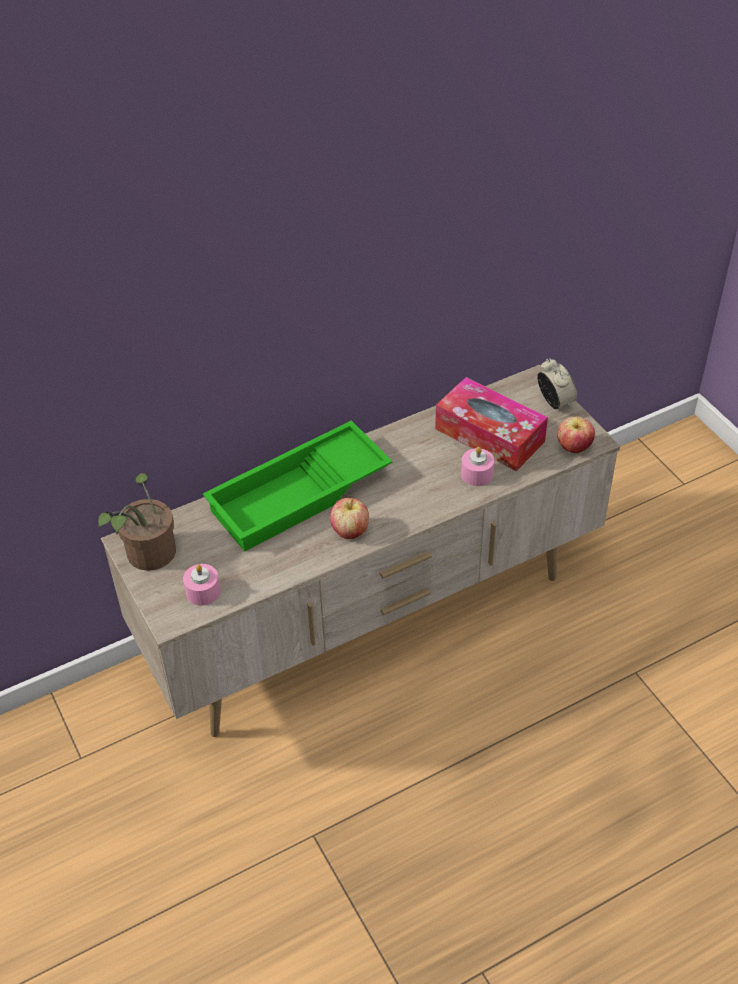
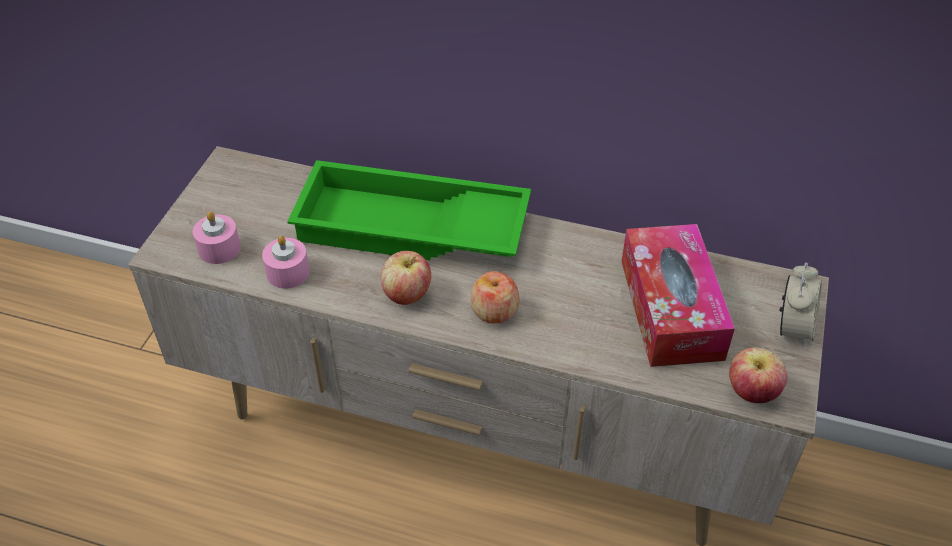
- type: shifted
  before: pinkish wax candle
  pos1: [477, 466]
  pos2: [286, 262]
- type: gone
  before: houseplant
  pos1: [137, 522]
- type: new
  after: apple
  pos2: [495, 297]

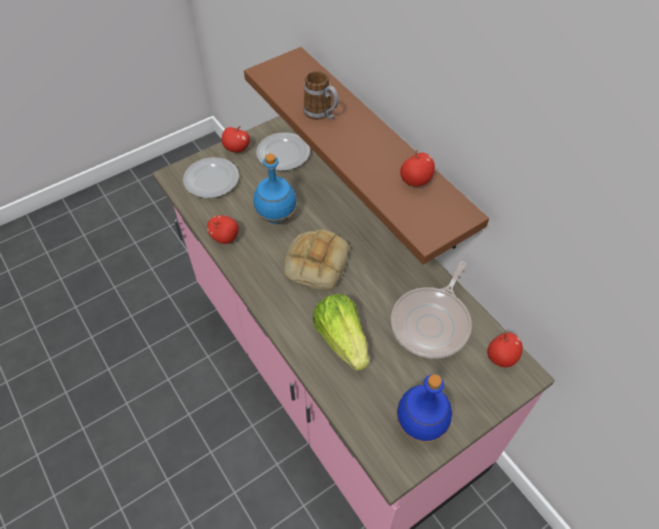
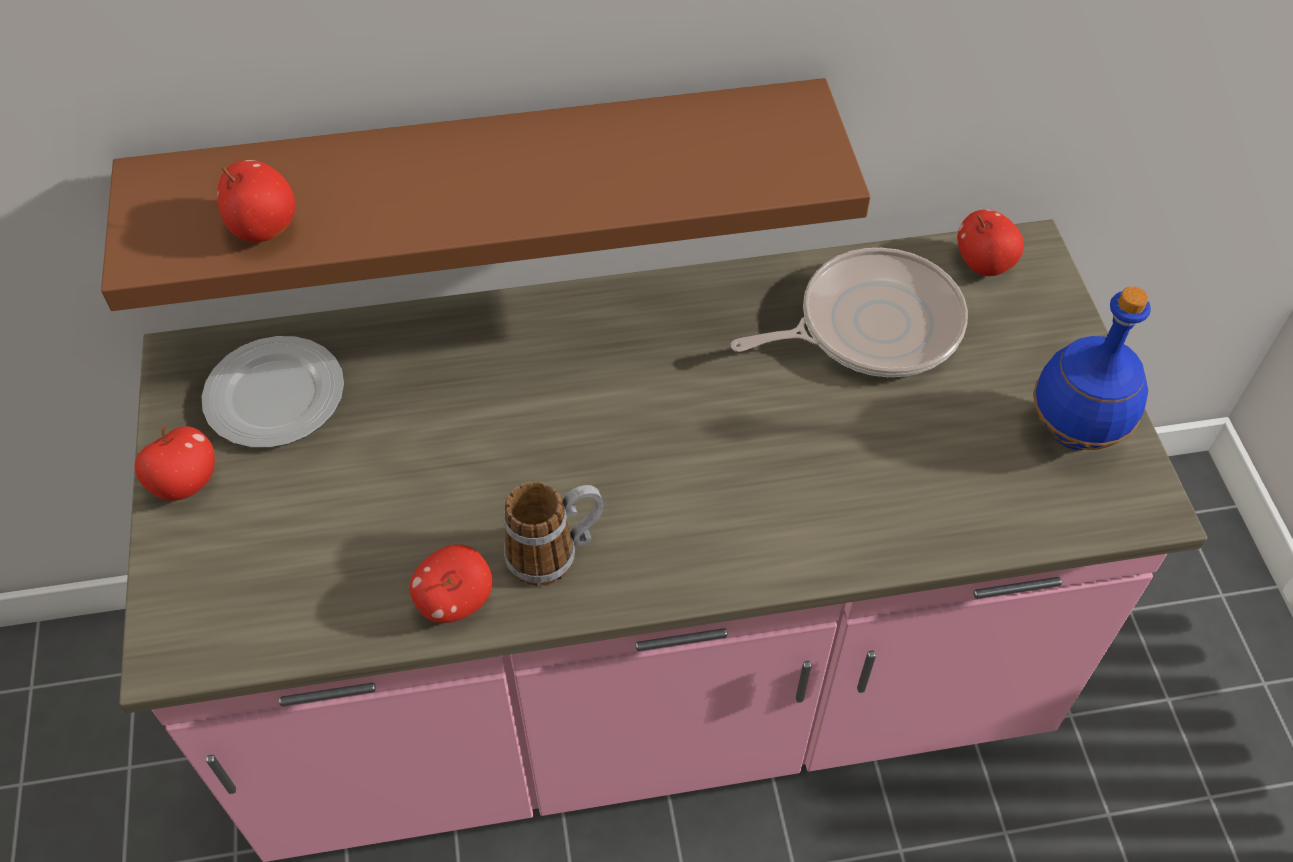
- type: shifted
  before: mug
  pos1: [321, 95]
  pos2: [554, 533]
- type: shifted
  before: apple
  pos1: [417, 168]
  pos2: [256, 201]
- type: gone
  before: blue bottle
  pos1: [275, 188]
- type: gone
  before: dinner plate
  pos1: [211, 177]
- type: gone
  before: bread
  pos1: [316, 260]
- type: rotated
  before: pan
  pos1: [431, 310]
  pos2: [849, 312]
  turn: -75
- type: gone
  before: head of lettuce
  pos1: [341, 332]

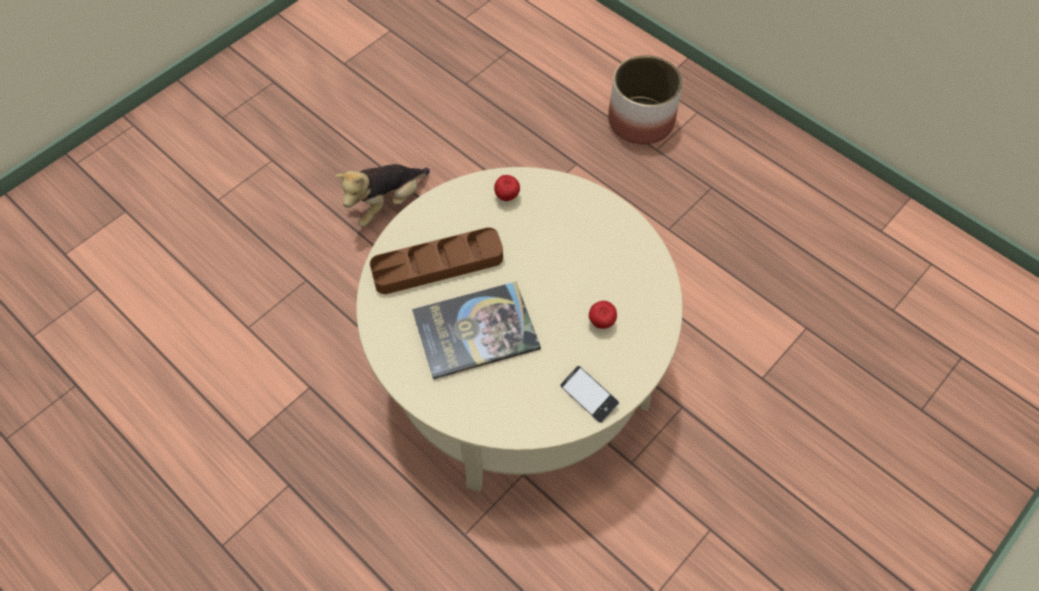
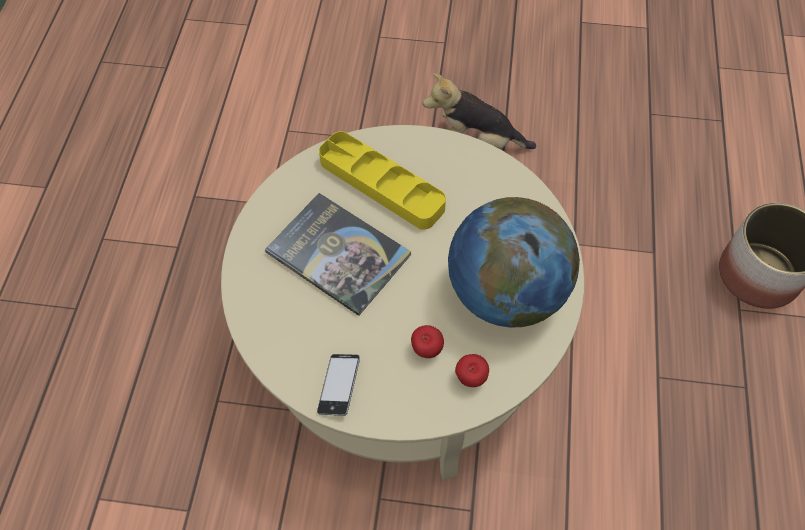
- type: shifted
  before: apple
  pos1: [507, 188]
  pos2: [472, 370]
- type: repainted
  before: brownish carrying tray
  after: yellow-coloured carrying tray
  pos1: [436, 260]
  pos2: [382, 180]
- type: new
  after: world globe
  pos2: [514, 262]

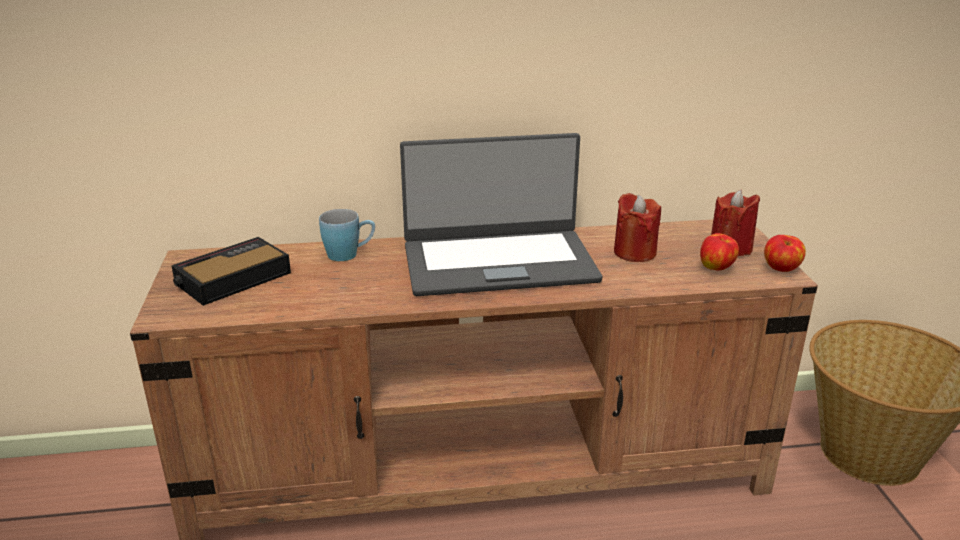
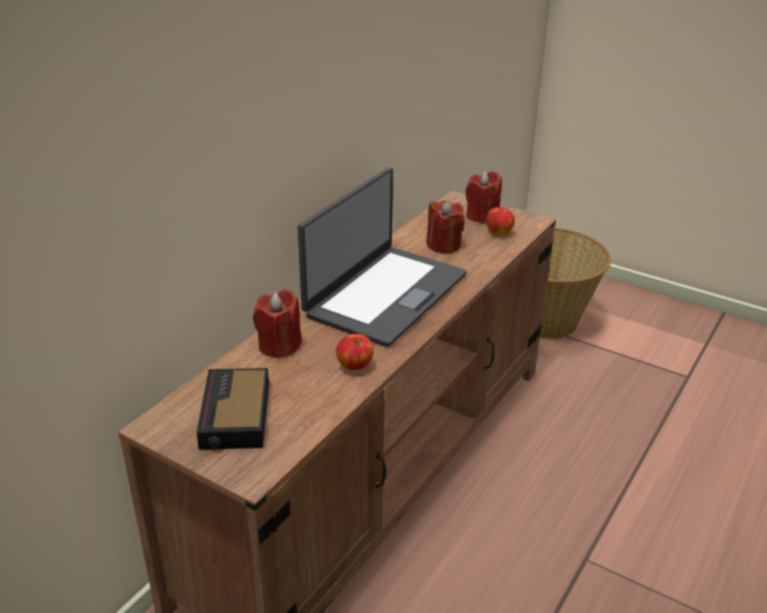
- type: swapped
  before: blue mug
  after: reddish wax candle
  pos1: [347, 235]
  pos2: [277, 323]
- type: shifted
  before: apple
  pos1: [785, 253]
  pos2: [355, 351]

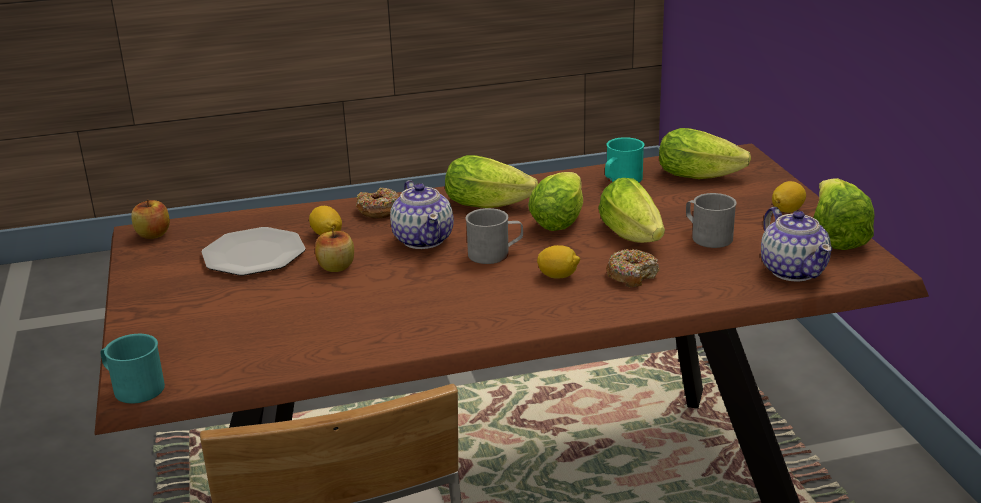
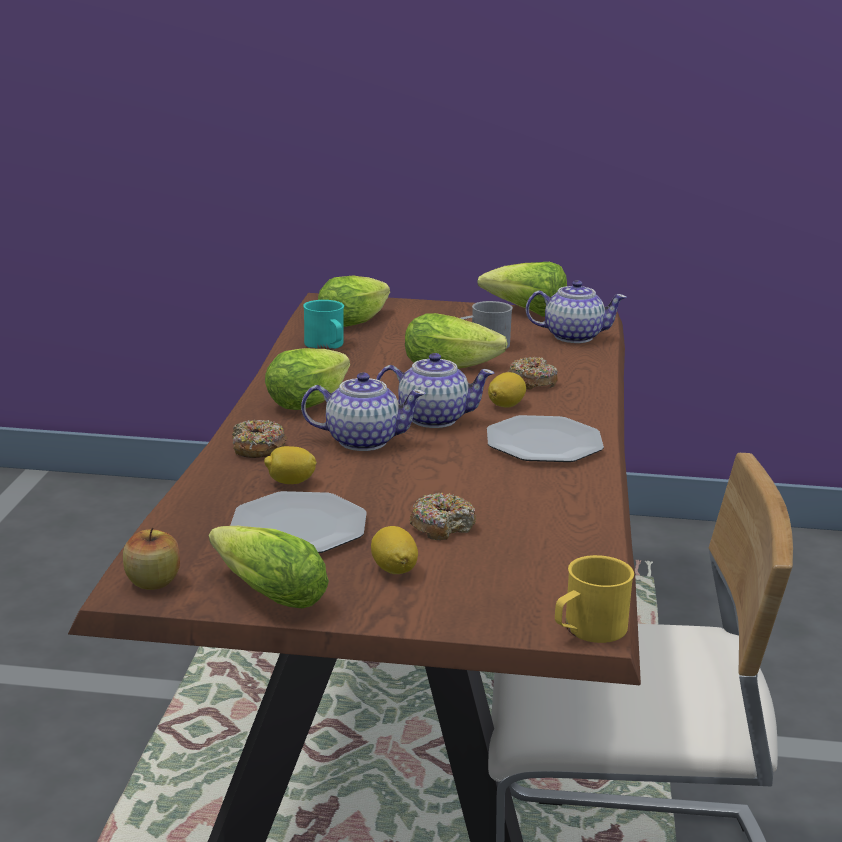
- type: shifted
  before: head of lettuce
  pos1: [555, 201]
  pos2: [269, 567]
- type: shifted
  before: lemon
  pos1: [789, 197]
  pos2: [394, 550]
- type: swapped
  before: greyish mug
  after: teapot
  pos1: [494, 236]
  pos2: [435, 390]
- type: gone
  before: apple
  pos1: [334, 250]
- type: repainted
  before: turquoise-coloured mug
  after: yellow-coloured mug
  pos1: [132, 369]
  pos2: [594, 599]
- type: new
  after: dinner plate
  pos2: [545, 438]
- type: new
  after: doughnut
  pos2: [443, 516]

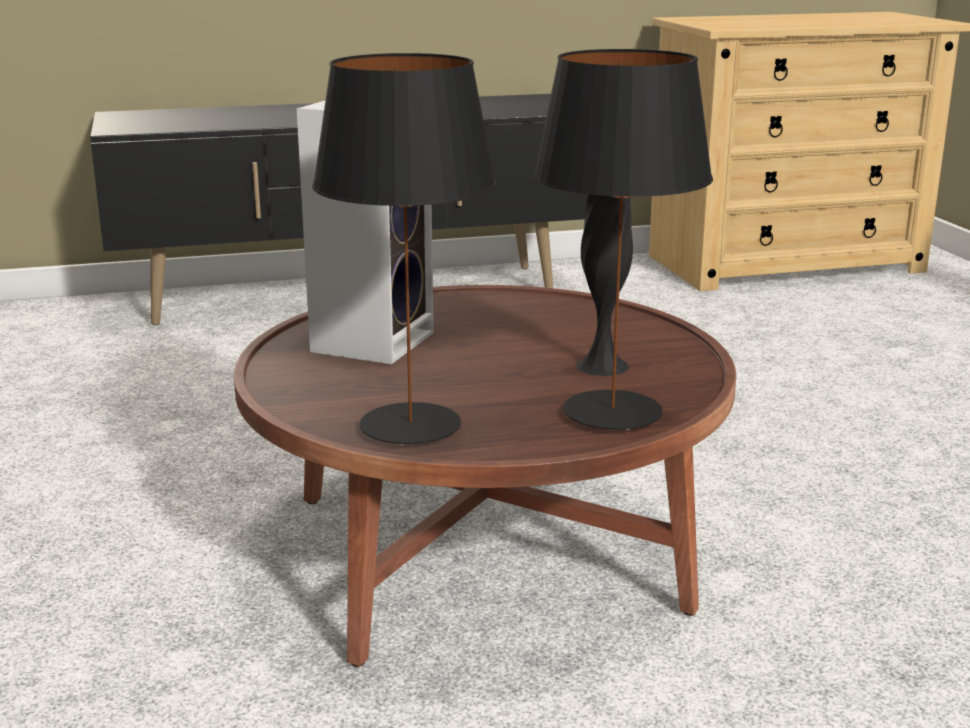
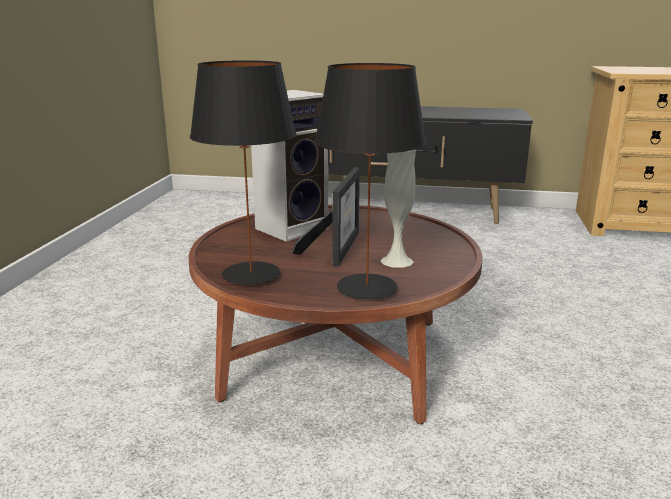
- type: repainted
  before: blackish decorative vase
  after: white decorative vase
  pos1: [604, 285]
  pos2: [398, 209]
- type: new
  after: standing frame
  pos2: [326, 217]

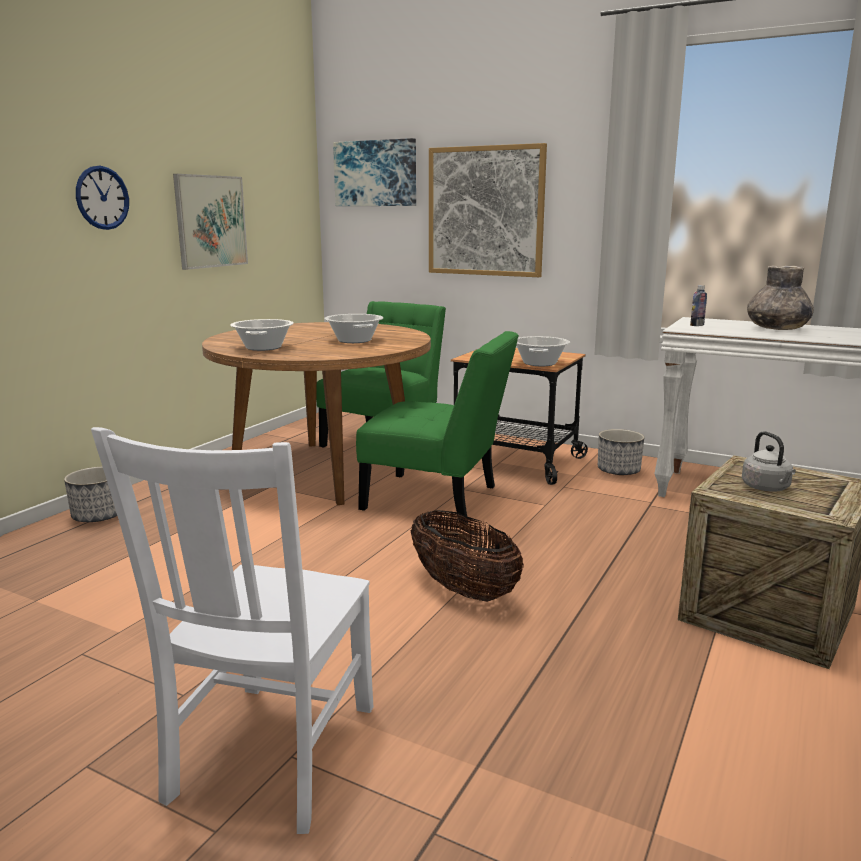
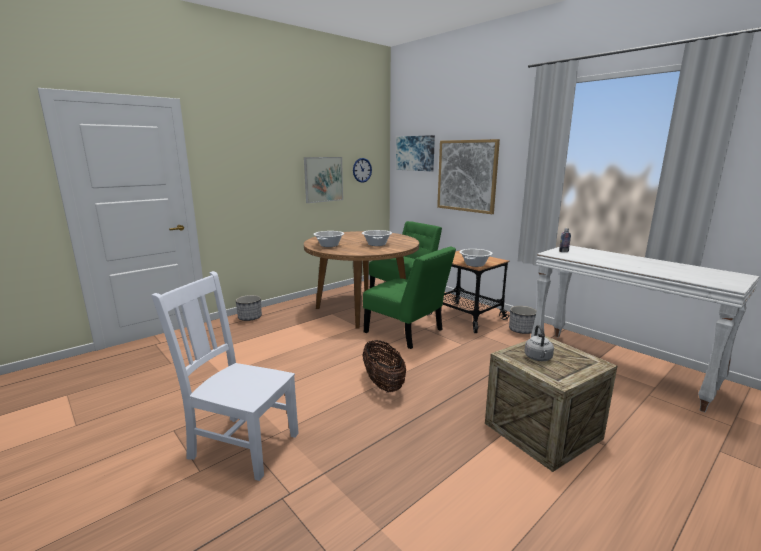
- type: shifted
  before: hanging clock
  pos1: [102, 198]
  pos2: [362, 170]
- type: gone
  before: greyish decorative vase
  pos1: [780, 298]
- type: rotated
  before: white chair
  pos1: [232, 630]
  pos2: [225, 376]
  turn: 75

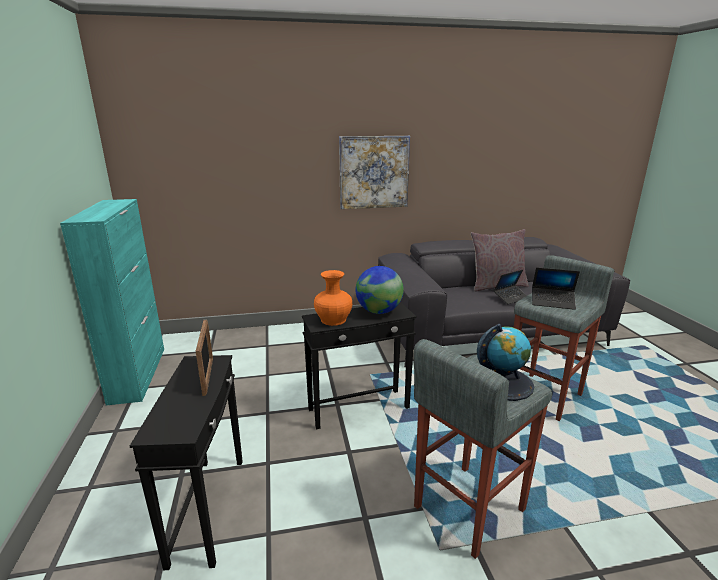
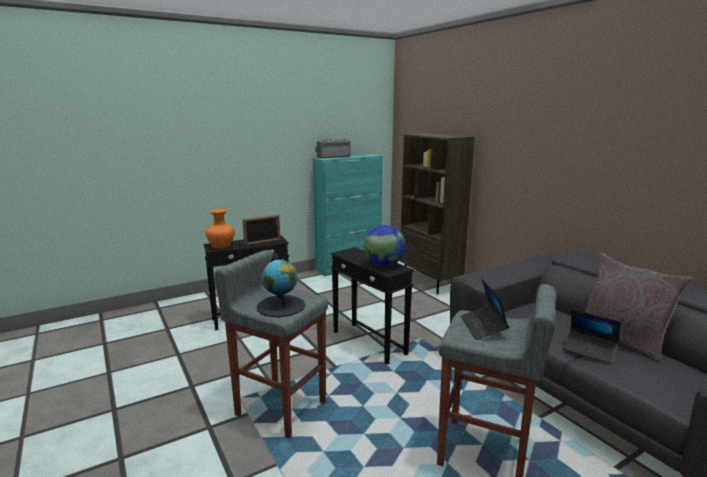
- type: gone
  before: picture
  pos1: [374, 172]
- type: shifted
  before: orange-coloured decorative vase
  pos1: [333, 298]
  pos2: [220, 229]
- type: new
  after: brownish bookcase
  pos2: [437, 213]
- type: new
  after: radio set
  pos2: [332, 148]

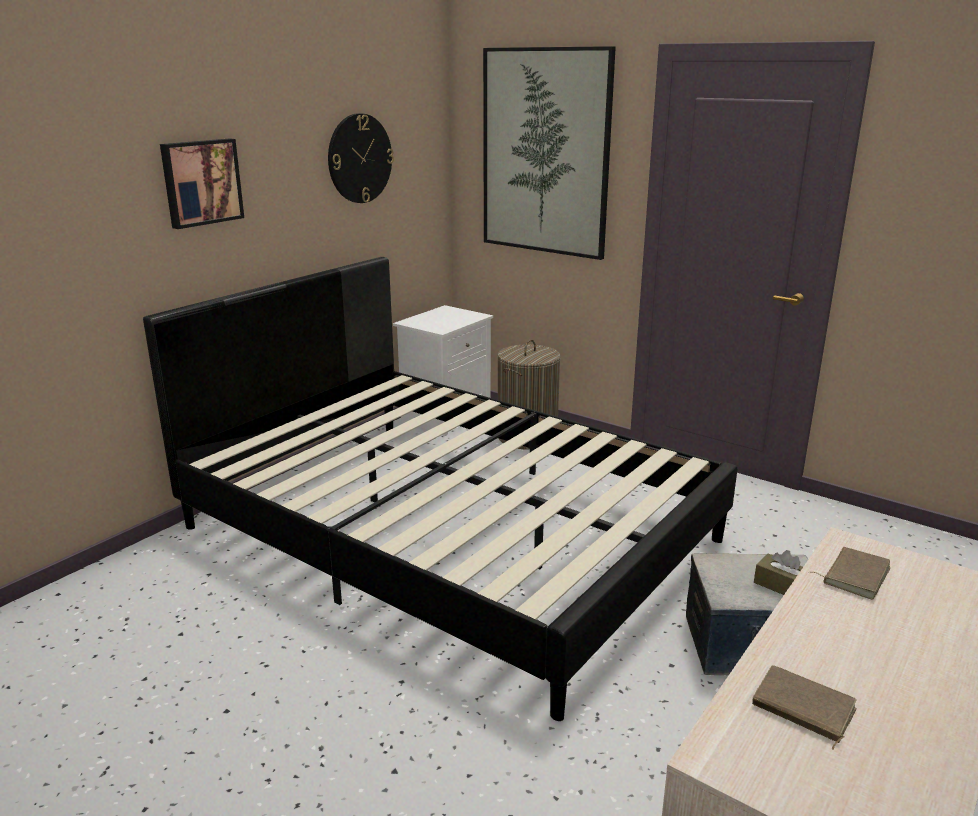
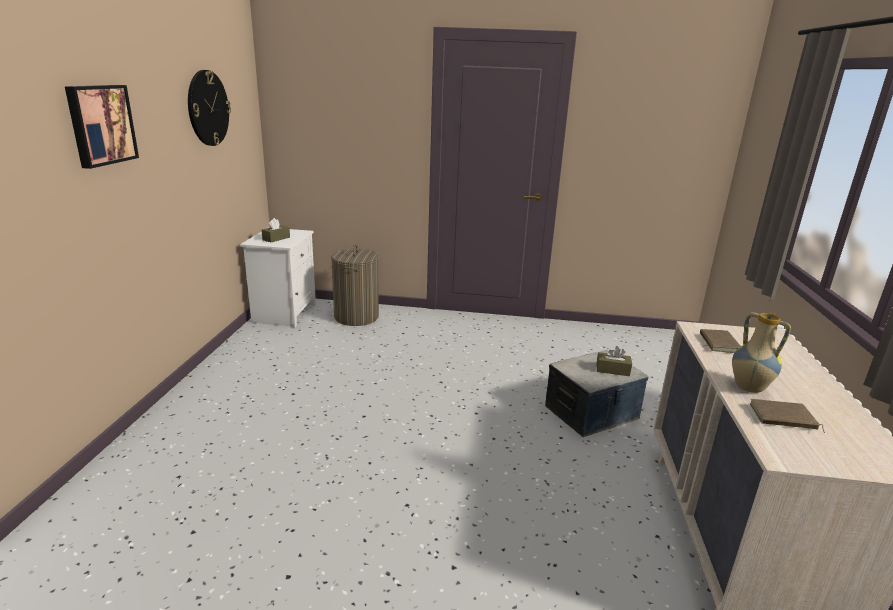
- type: gone
  before: picture
  pos1: [549, 153]
- type: gone
  before: blackish sleeping bed
  pos1: [440, 489]
- type: new
  after: brownish box of tissues
  pos2: [276, 230]
- type: new
  after: decorative vase
  pos2: [761, 352]

